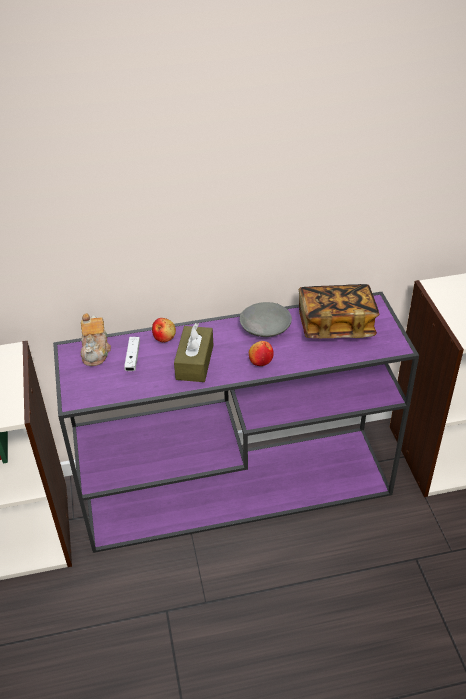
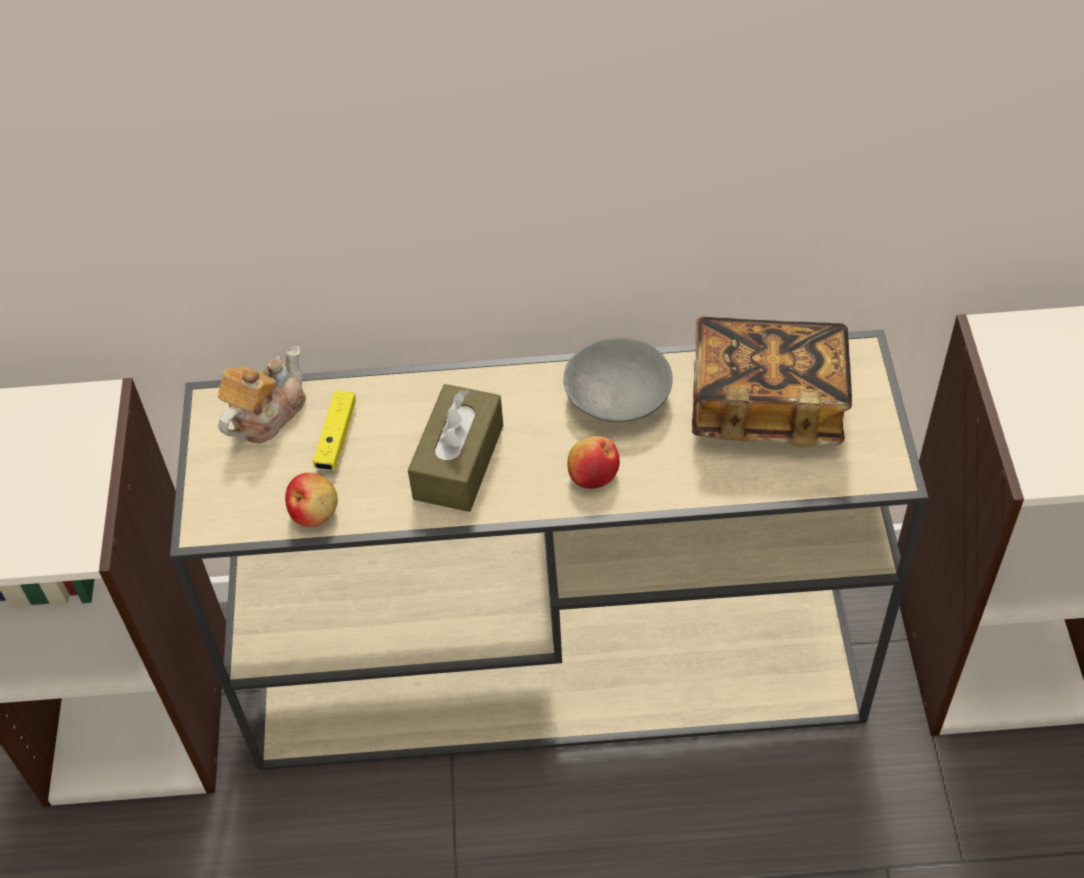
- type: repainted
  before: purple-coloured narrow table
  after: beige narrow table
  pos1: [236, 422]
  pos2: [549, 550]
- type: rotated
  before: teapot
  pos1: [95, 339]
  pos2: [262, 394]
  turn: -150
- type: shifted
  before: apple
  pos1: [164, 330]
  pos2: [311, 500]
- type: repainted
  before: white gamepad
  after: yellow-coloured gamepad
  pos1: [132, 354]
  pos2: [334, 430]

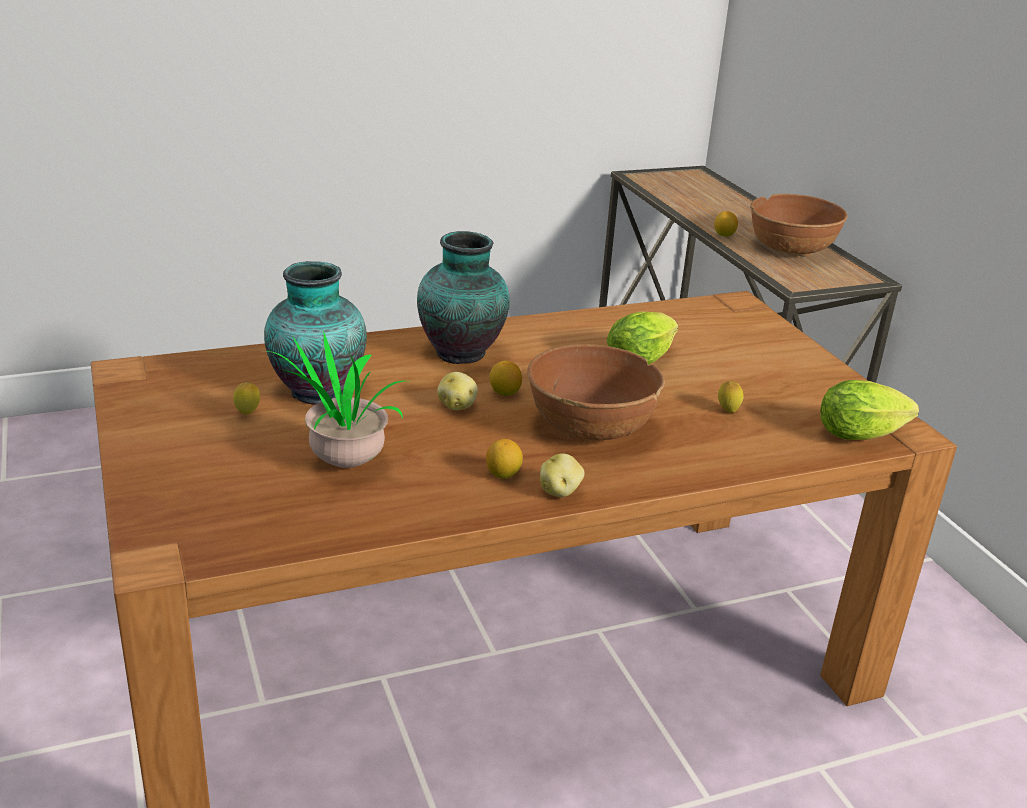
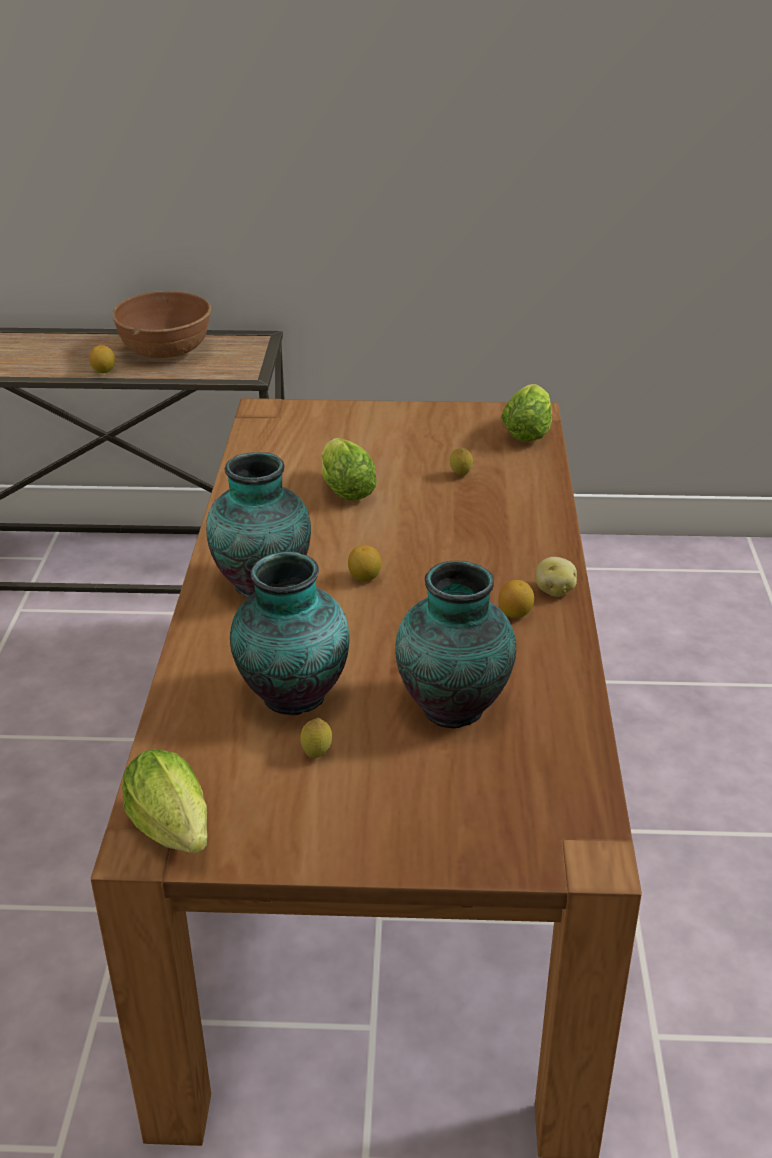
- type: swapped
  before: houseplant
  after: decorative vase
  pos1: [338, 399]
  pos2: [455, 644]
- type: gone
  before: brownish bowl
  pos1: [596, 392]
- type: gone
  before: whole potato
  pos1: [457, 391]
- type: new
  after: head of lettuce
  pos2: [164, 801]

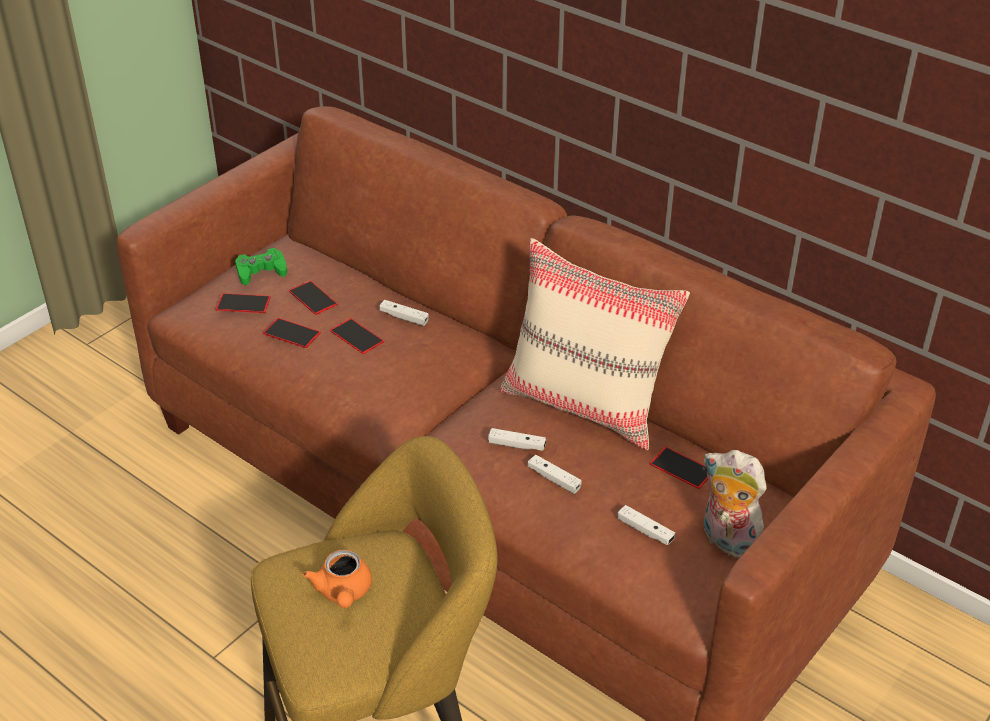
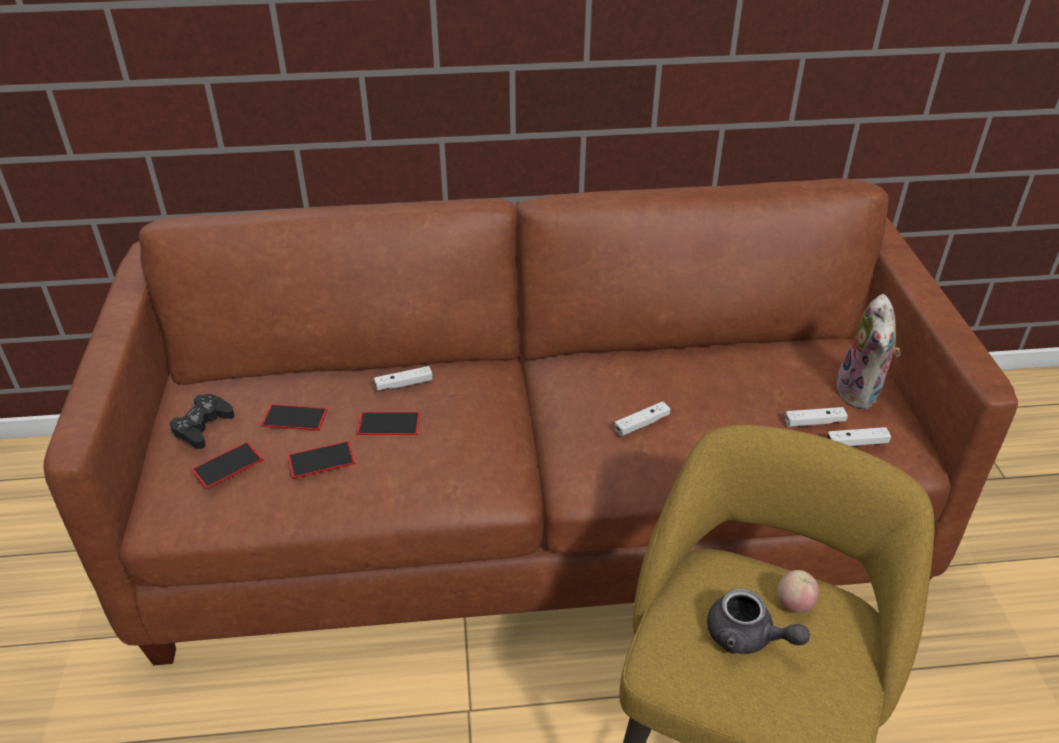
- type: gone
  before: beige pillow
  pos1: [595, 344]
- type: repainted
  before: greenish gamepad
  after: blackish gamepad
  pos1: [261, 266]
  pos2: [201, 421]
- type: gone
  before: telephone
  pos1: [679, 468]
- type: rotated
  before: soft toy
  pos1: [735, 504]
  pos2: [868, 352]
  turn: -75
- type: shifted
  before: white gamepad
  pos1: [555, 474]
  pos2: [859, 436]
- type: repainted
  before: orange-coloured teapot
  after: greyish teapot
  pos1: [337, 579]
  pos2: [758, 621]
- type: new
  after: apple
  pos2: [798, 591]

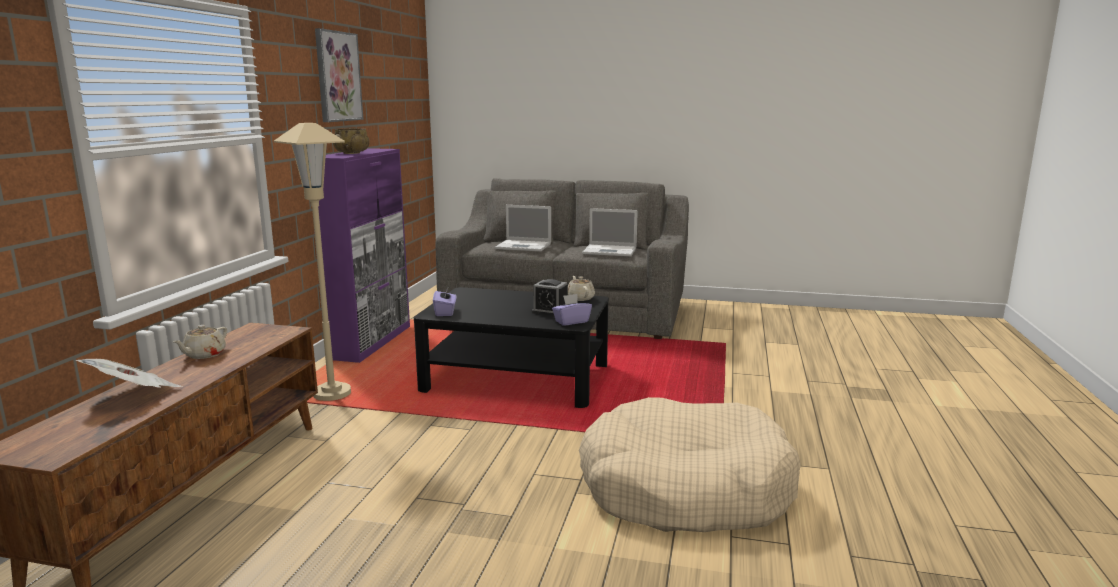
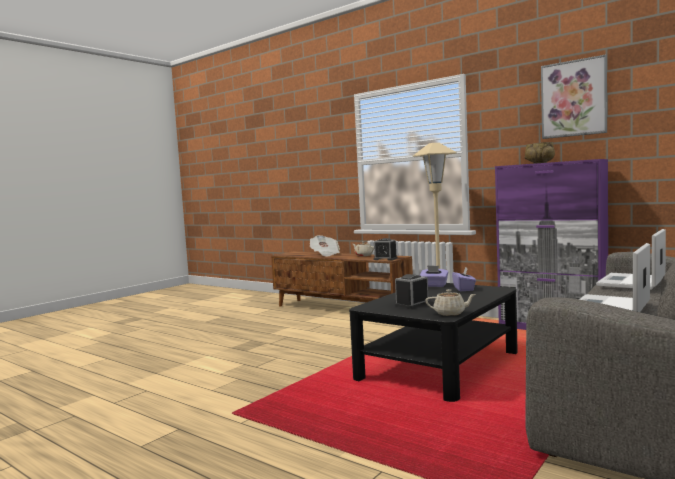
- type: shifted
  before: purple-coloured box of tissues
  pos1: [572, 310]
  pos2: [464, 279]
- type: gone
  before: beige dog cushion
  pos1: [690, 464]
- type: new
  after: table clock
  pos2: [385, 249]

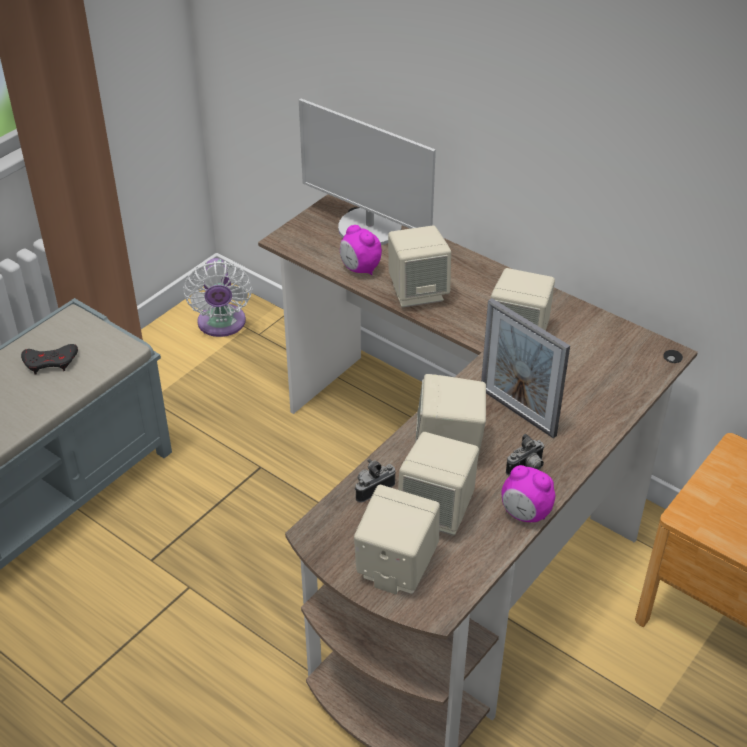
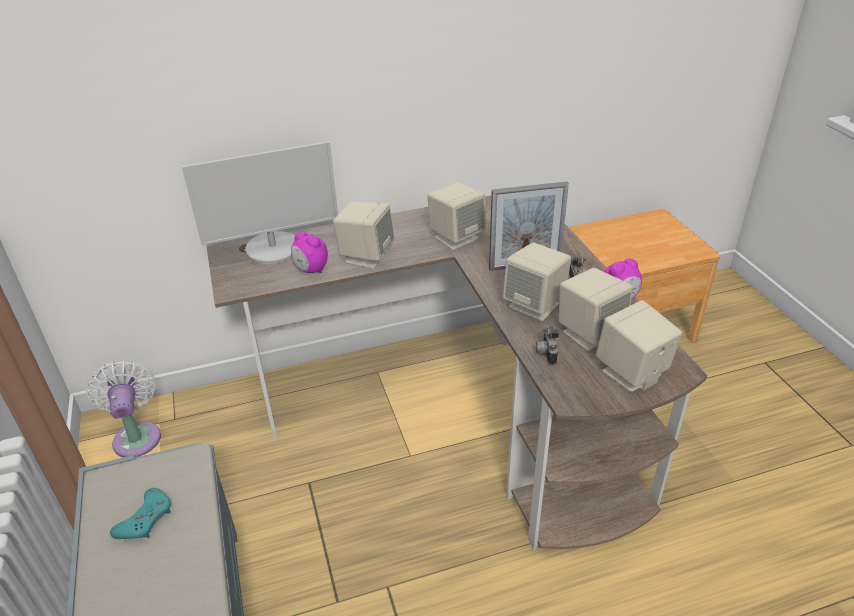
- type: rotated
  before: table clock
  pos1: [361, 250]
  pos2: [309, 253]
  turn: 45
- type: rotated
  before: white cooling fan
  pos1: [217, 297]
  pos2: [123, 409]
  turn: -135
- type: repainted
  before: greyish gamepad
  after: turquoise-coloured gamepad
  pos1: [49, 359]
  pos2: [140, 513]

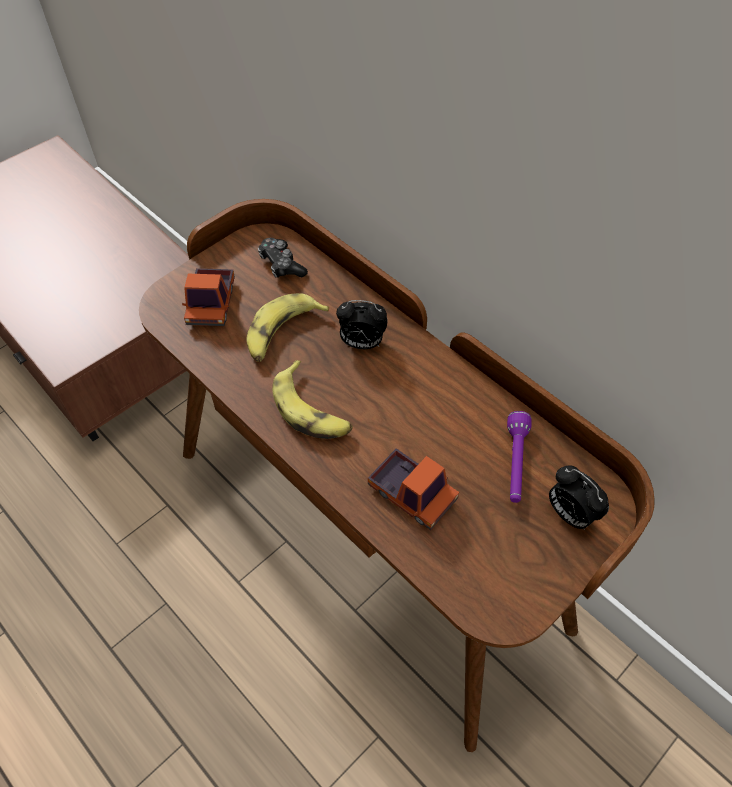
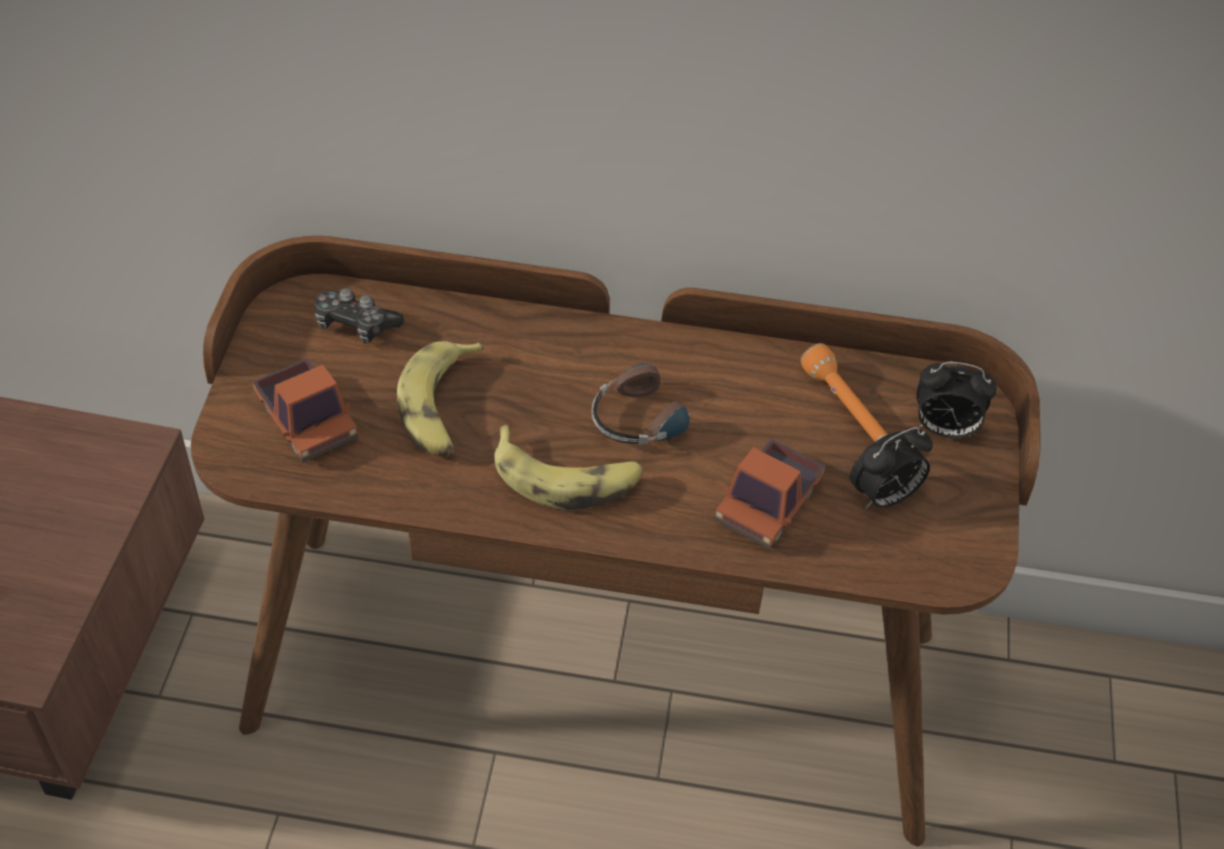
- type: shifted
  before: table clock
  pos1: [361, 324]
  pos2: [891, 468]
- type: repainted
  before: purple-coloured hand torch
  after: orange-coloured hand torch
  pos1: [519, 457]
  pos2: [844, 392]
- type: rotated
  before: model truck
  pos1: [413, 489]
  pos2: [770, 494]
  turn: 120
- type: new
  after: headset
  pos2: [656, 404]

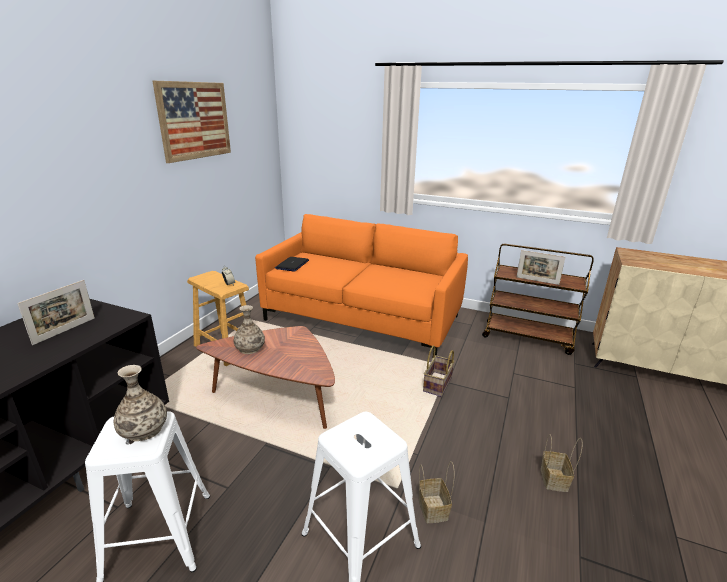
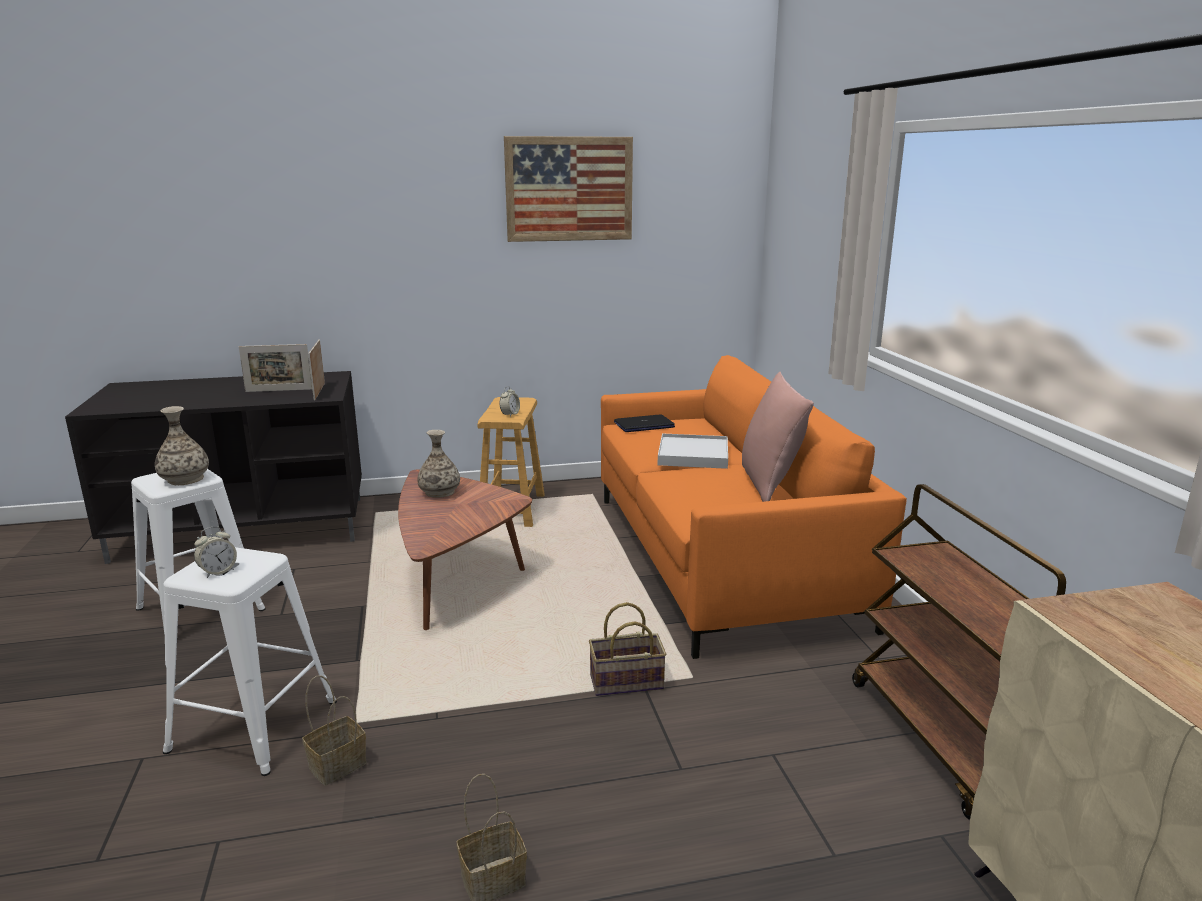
- type: shifted
  before: standing frame
  pos1: [541, 267]
  pos2: [316, 369]
- type: new
  after: pinkish pillow
  pos2: [778, 437]
- type: new
  after: white carrying tray
  pos2: [693, 451]
- type: new
  after: table clock
  pos2: [215, 552]

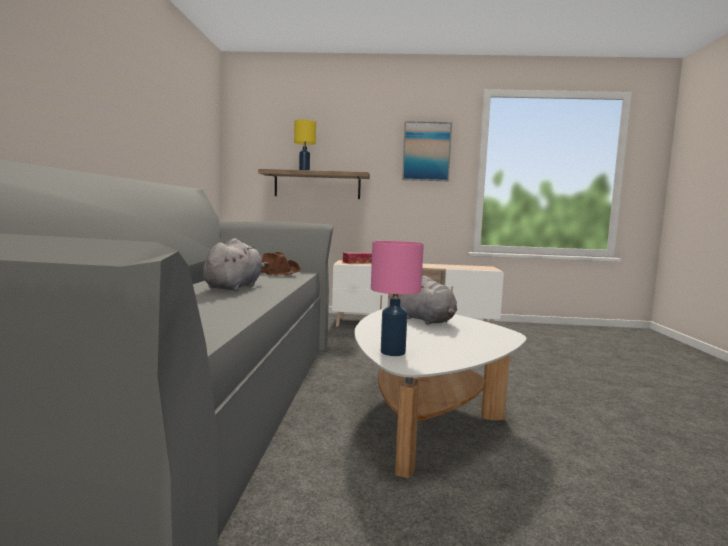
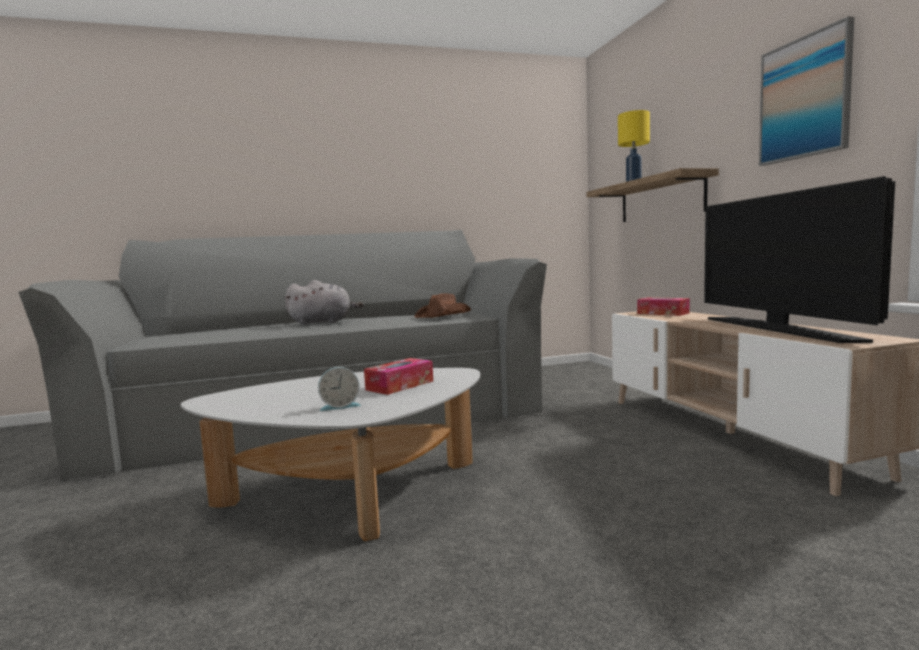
- type: gone
  before: pinkish lamp for a table
  pos1: [397, 298]
- type: swapped
  before: greyish soft toy
  after: box of tissues
  pos1: [429, 300]
  pos2: [398, 376]
- type: new
  after: television
  pos2: [799, 259]
- type: new
  after: table clock
  pos2: [339, 389]

